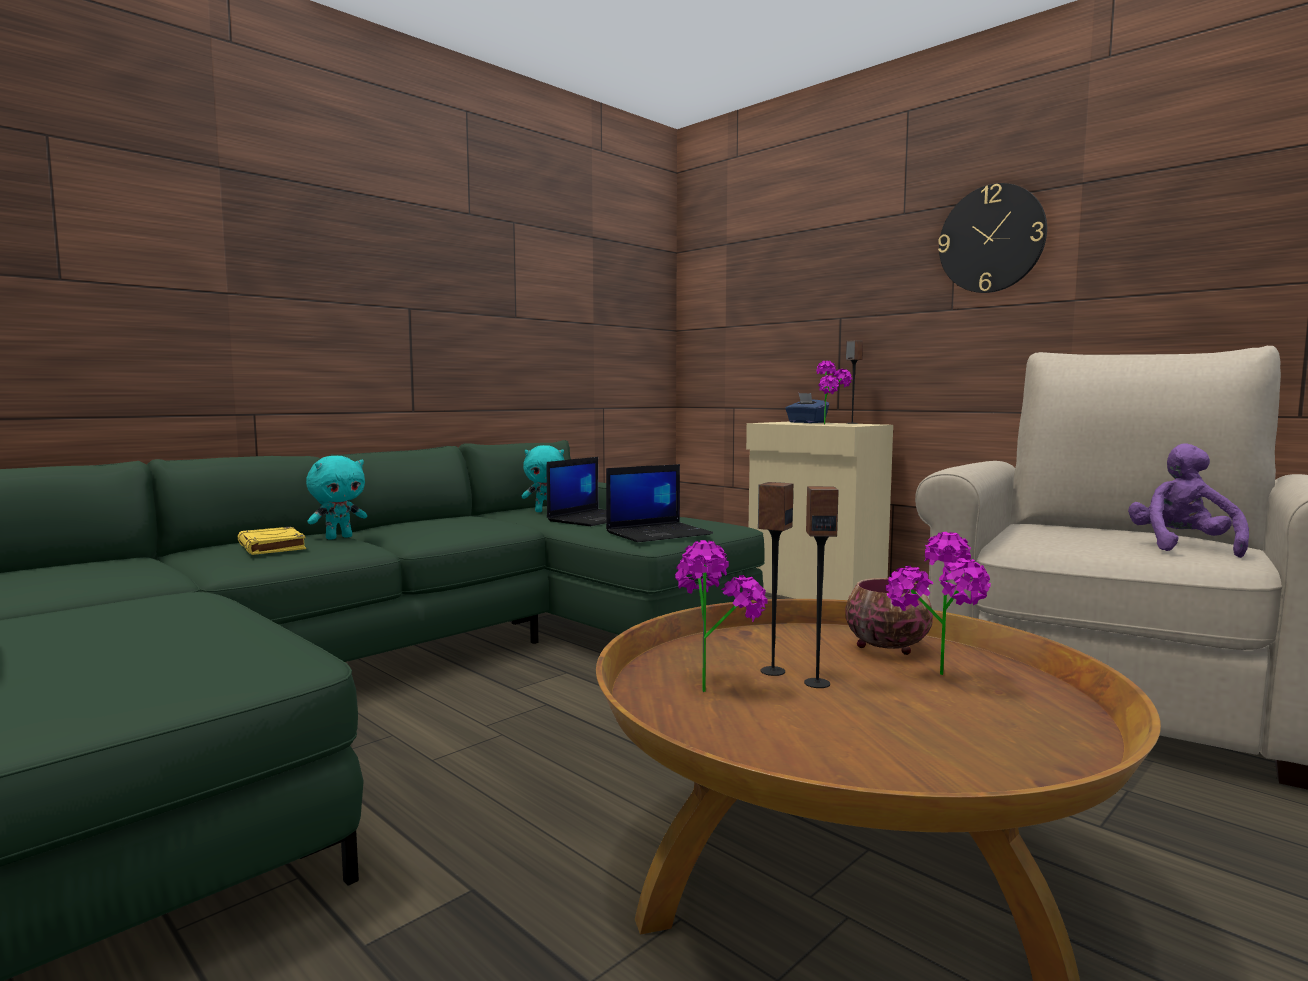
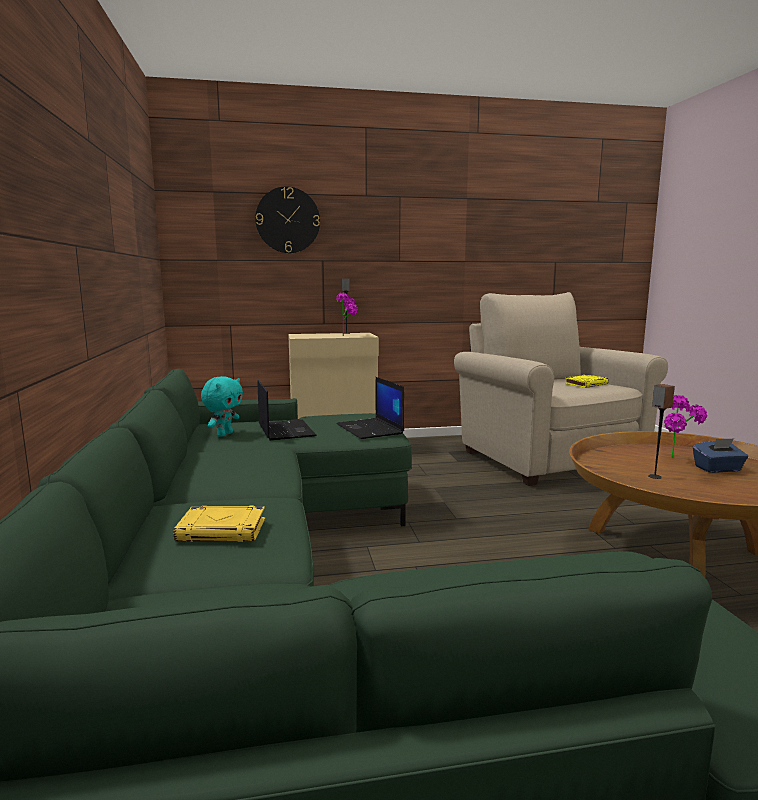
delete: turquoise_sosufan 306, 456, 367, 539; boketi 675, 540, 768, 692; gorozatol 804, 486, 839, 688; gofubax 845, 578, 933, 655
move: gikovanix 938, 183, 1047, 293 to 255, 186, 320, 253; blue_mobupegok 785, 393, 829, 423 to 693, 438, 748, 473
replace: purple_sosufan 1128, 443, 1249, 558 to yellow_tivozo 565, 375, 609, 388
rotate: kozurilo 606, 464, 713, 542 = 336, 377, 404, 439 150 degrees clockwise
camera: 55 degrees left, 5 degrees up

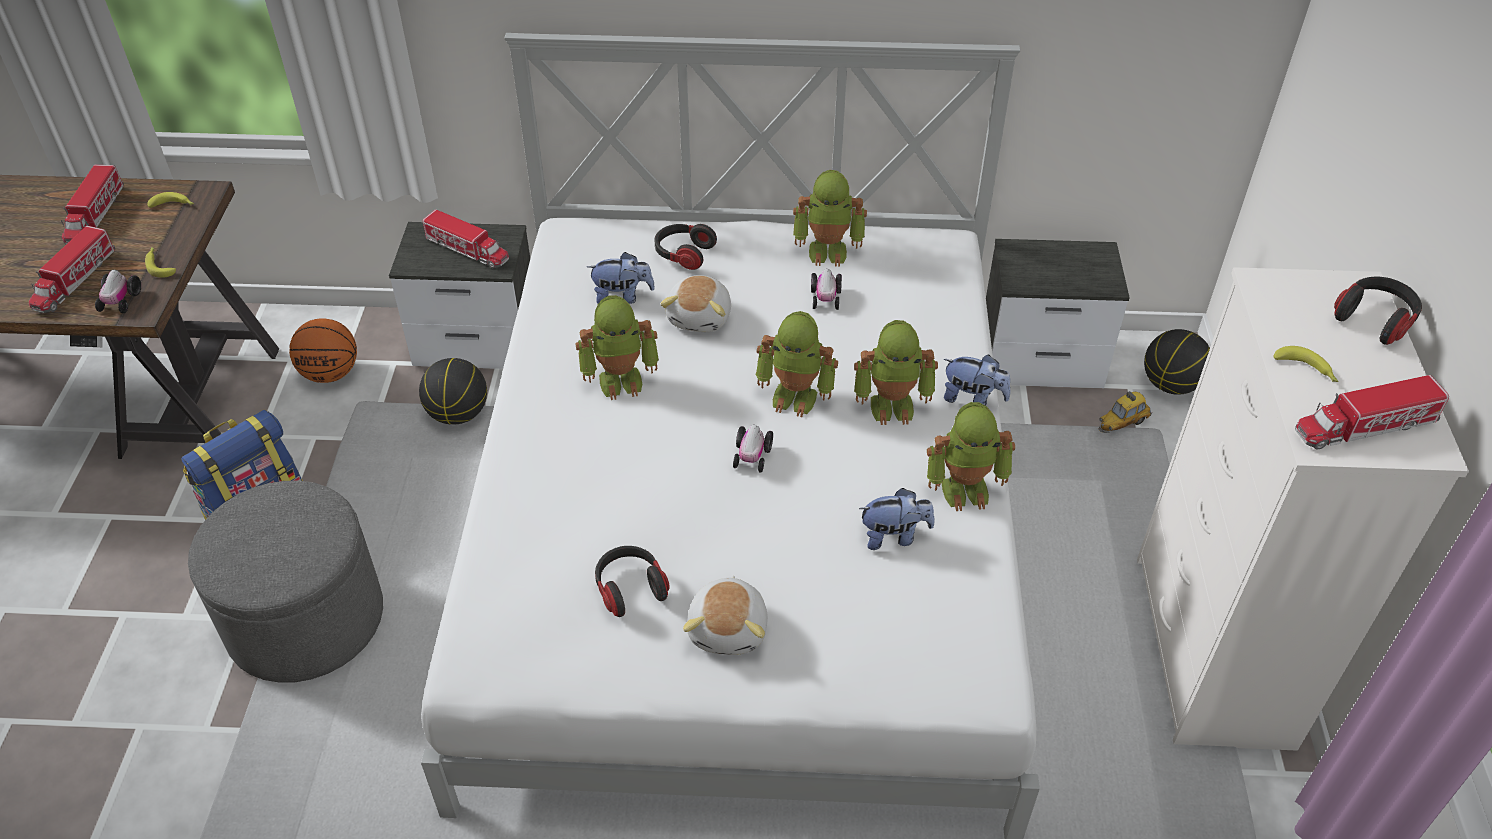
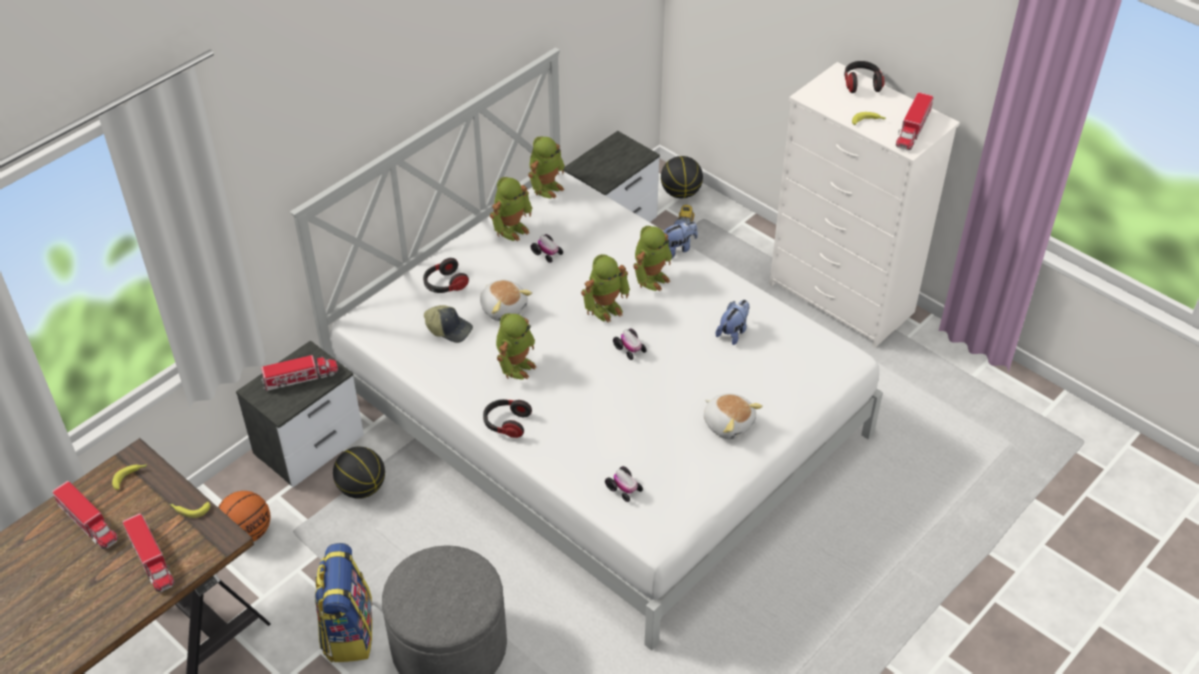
move: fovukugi 595, 546, 670, 617 to 483, 399, 532, 438; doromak 927, 402, 1015, 511 to 528, 137, 565, 199; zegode 95, 270, 141, 313 to 605, 466, 643, 502
replace: sosufan 587, 252, 655, 304 to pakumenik 424, 305, 473, 343
camera: 50 degrees left, 0 degrees up

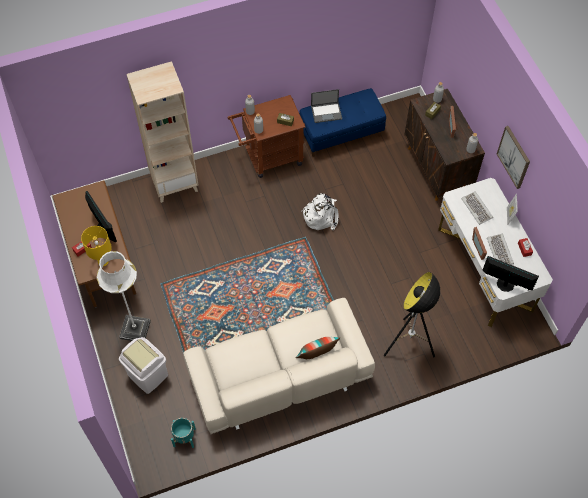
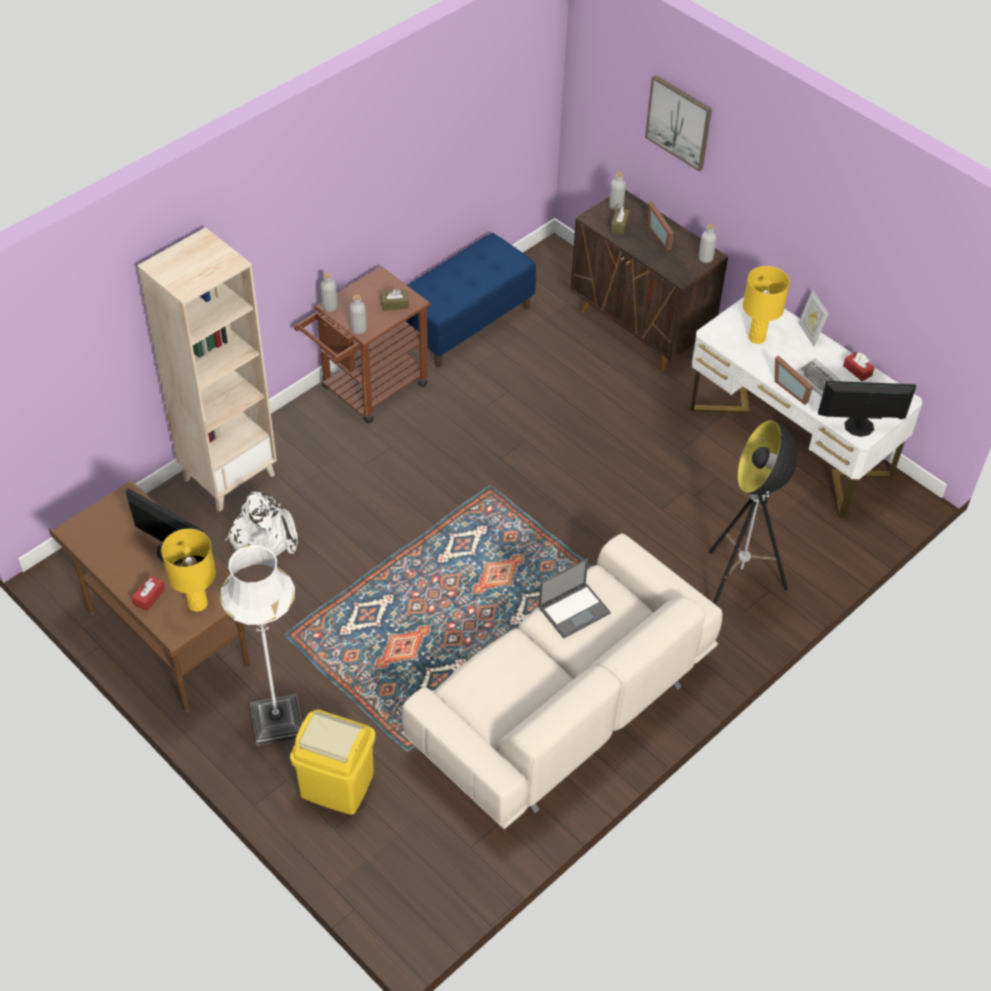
delete: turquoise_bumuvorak 171, 418, 196, 448; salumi 295, 337, 340, 359
move: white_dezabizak 301, 193, 339, 230 to 225, 491, 298, 556; kozurilo 311, 89, 342, 123 to 539, 558, 611, 638; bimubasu 497, 126, 530, 189 to 645, 75, 712, 171
replace: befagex 461, 191, 493, 225 to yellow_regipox 743, 266, 790, 344
recolor: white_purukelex 119, 337, 168, 394 to yellow_purukelex 290, 709, 376, 815
camera: 25 degrees left, 10 degrees down

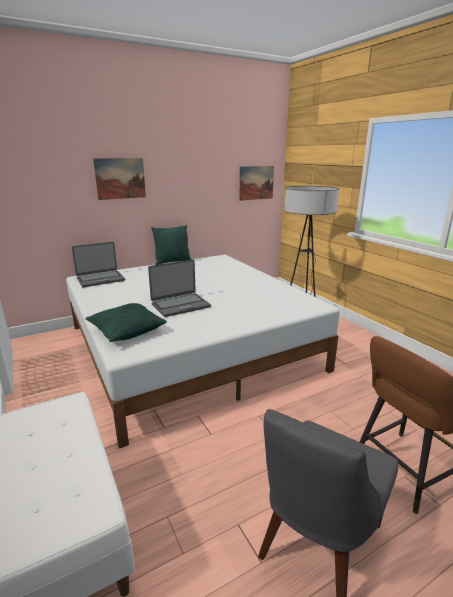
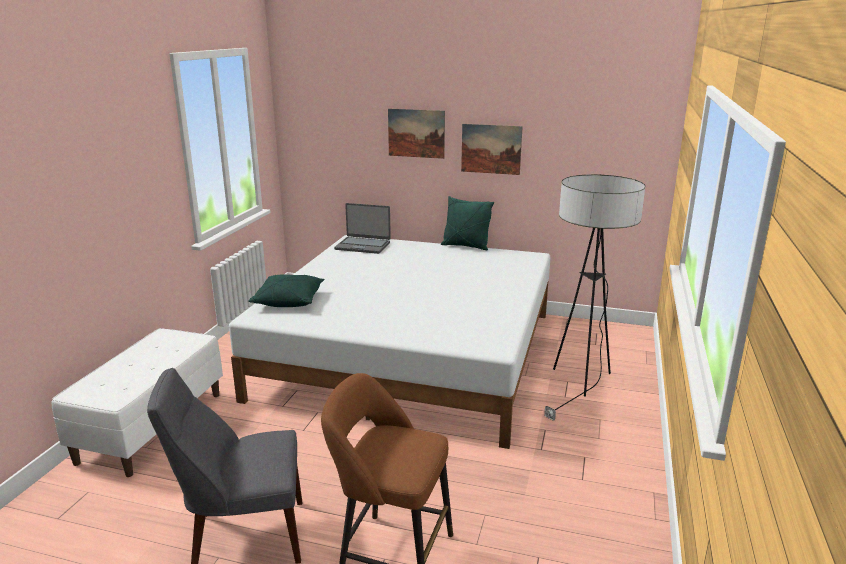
delete: kozurilo 148, 259, 211, 317
move: bimubasu 239, 166, 274, 201 to 461, 124, 523, 175
camera: 45 degrees right, 0 degrees up

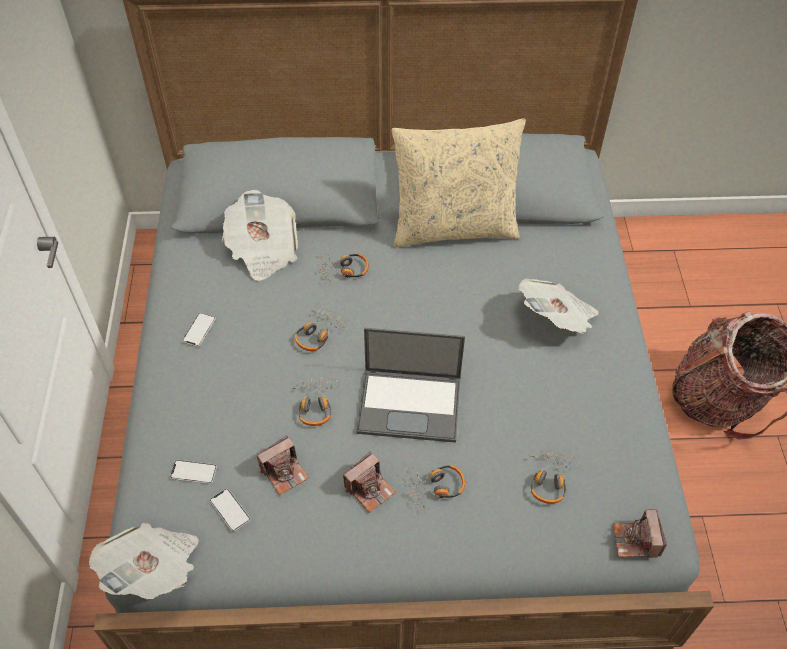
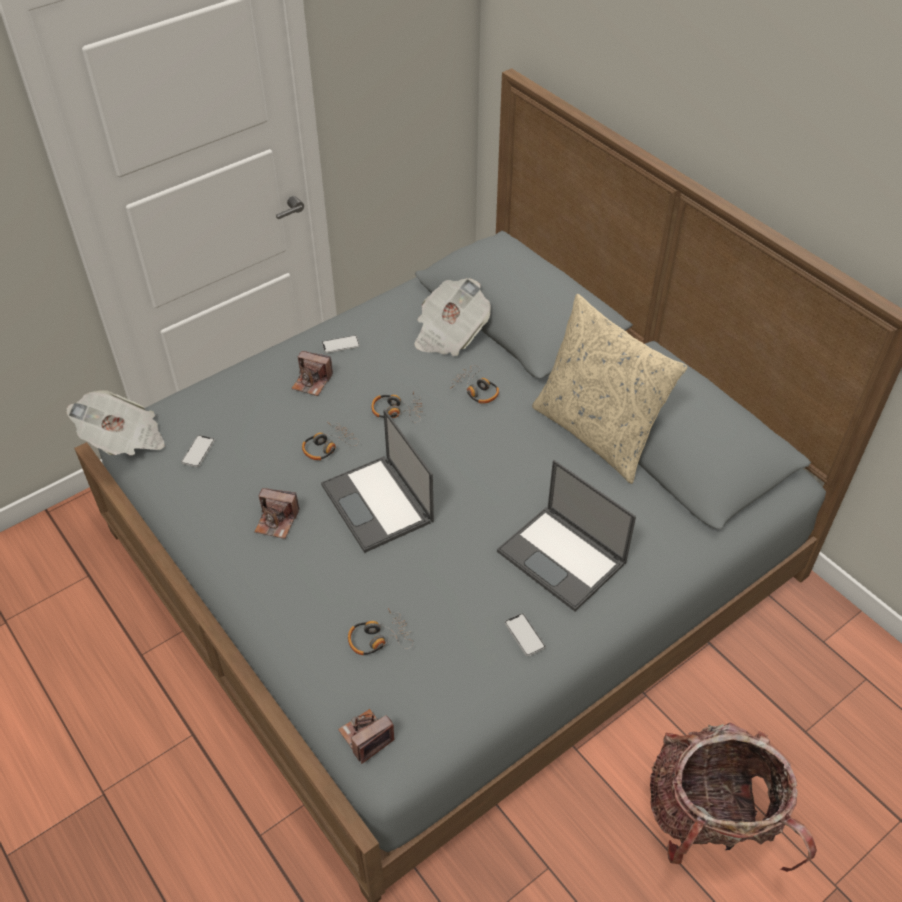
delete: fovukugi 404, 465, 465, 509
move: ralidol 257, 435, 309, 495 to 291, 351, 333, 396; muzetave 170, 460, 217, 484 to 505, 613, 545, 656
replace: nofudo 519, 278, 599, 334 to kozurilo 497, 460, 636, 612
camera: 55 degrees right, 5 degrees down

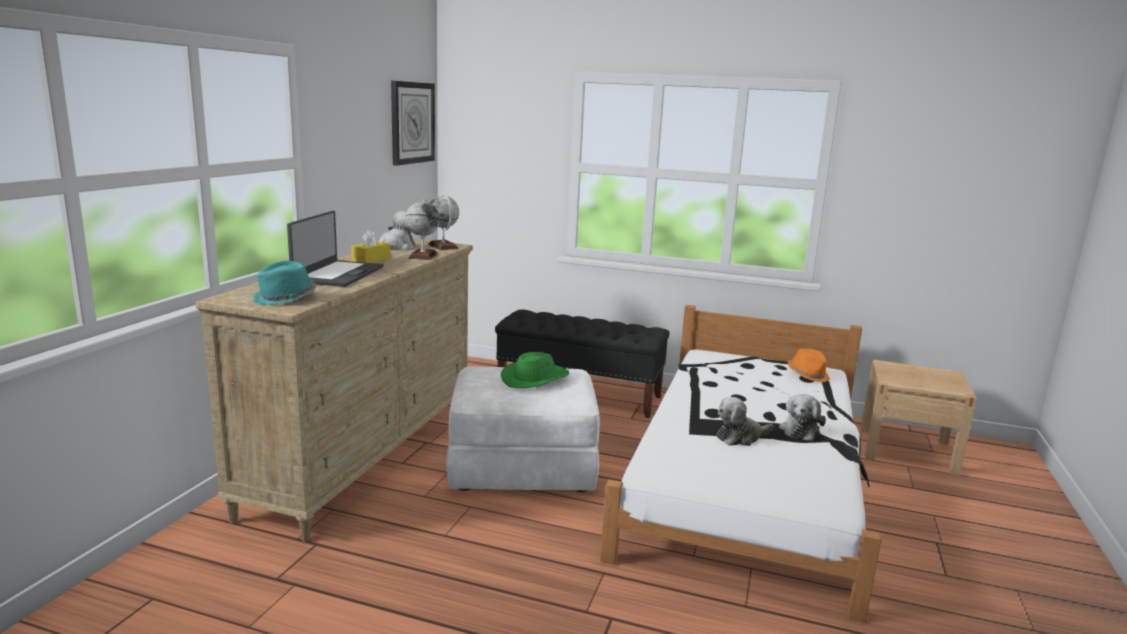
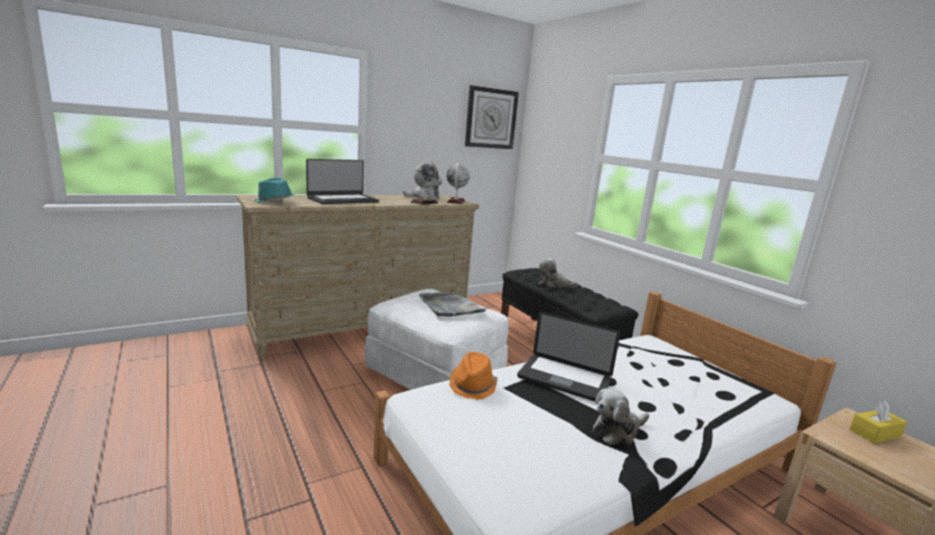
insert: kozurilo 517, 312, 620, 402
move: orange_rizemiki 788, 348, 830, 382 to 449, 352, 498, 400; sosufan 717, 397, 773, 446 to 539, 258, 578, 288; yellow_mobupegok 351, 229, 391, 263 to 850, 401, 907, 444
replace: green_rizemiki 501, 352, 569, 388 to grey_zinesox 419, 292, 487, 317
camera: 40 degrees right, 0 degrees up

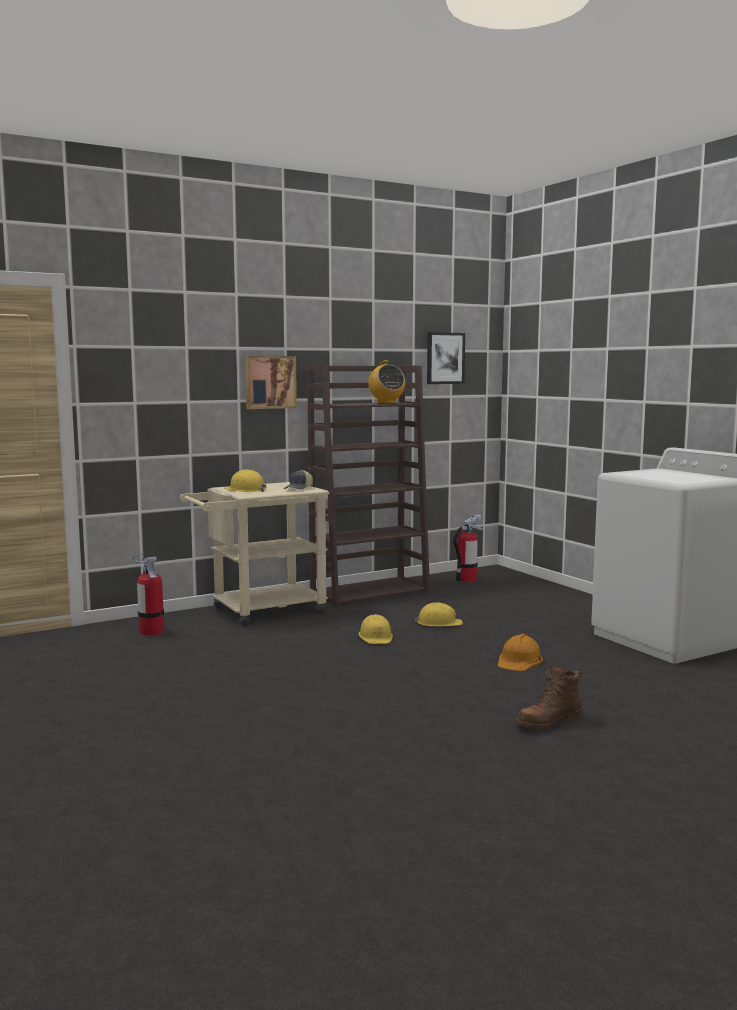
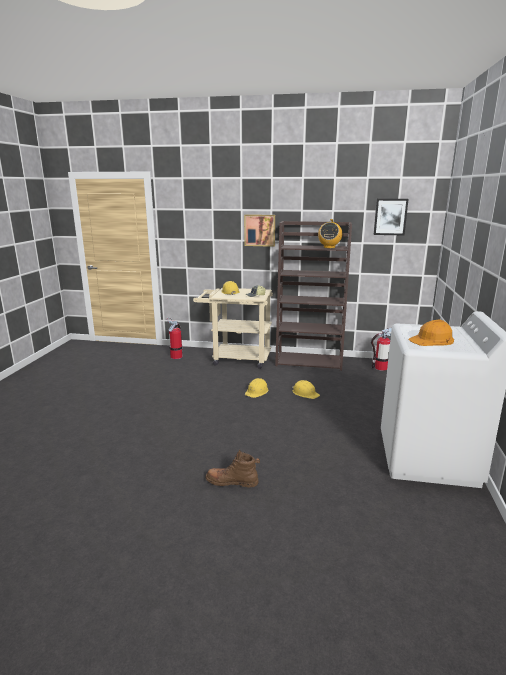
move: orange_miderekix 498, 634, 543, 671 to 409, 319, 454, 346
camera: 40 degrees right, 10 degrees up

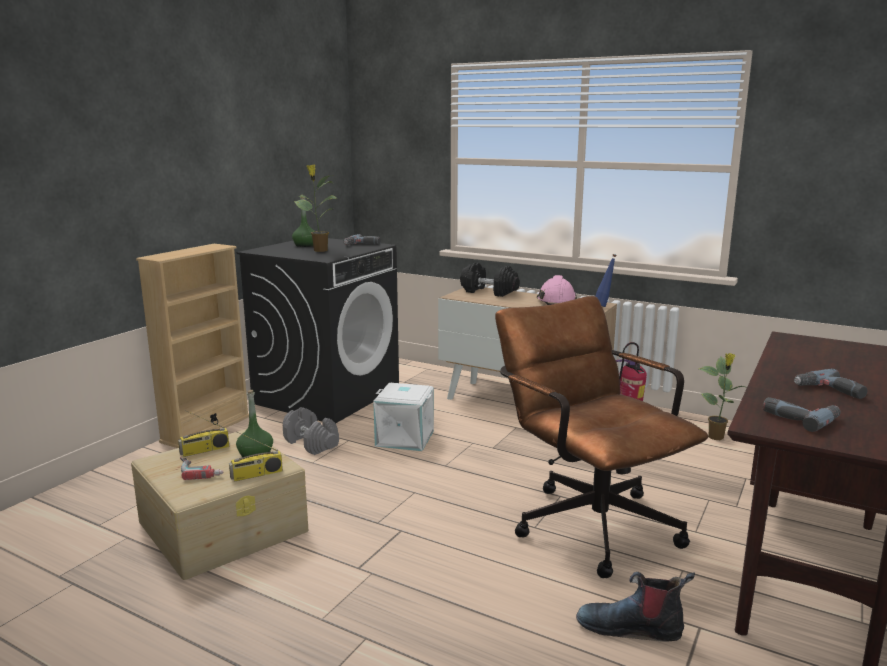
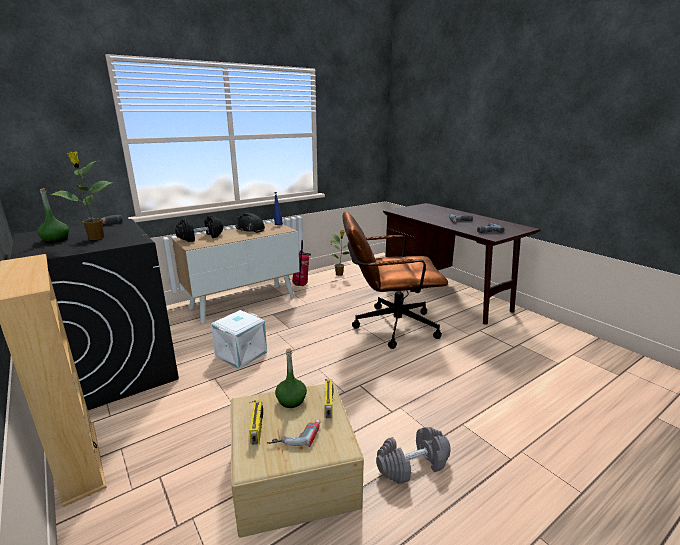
delete: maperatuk 576, 572, 695, 642
move: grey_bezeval 283, 407, 339, 455 to 376, 427, 451, 484
recolor: pink_miderekix 537, 275, 577, 305 to black_miderekix 235, 213, 265, 233
camera: 65 degrees left, 5 degrees up

